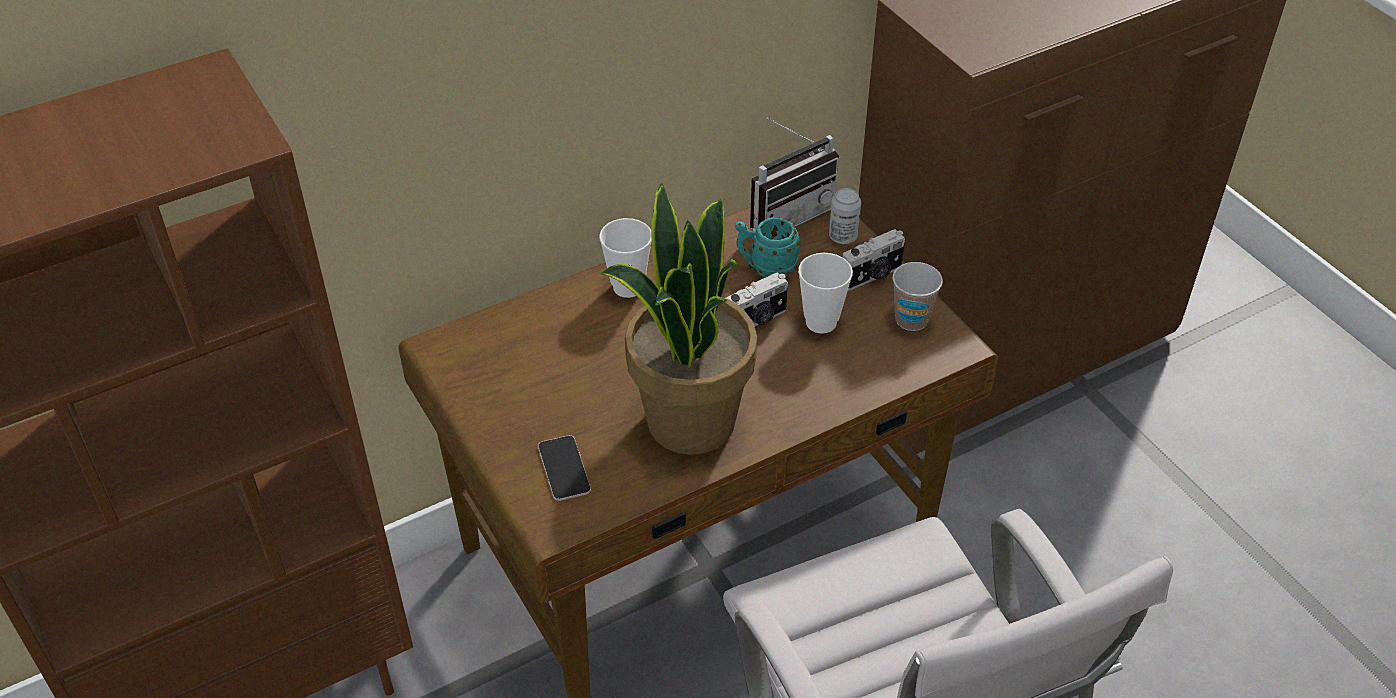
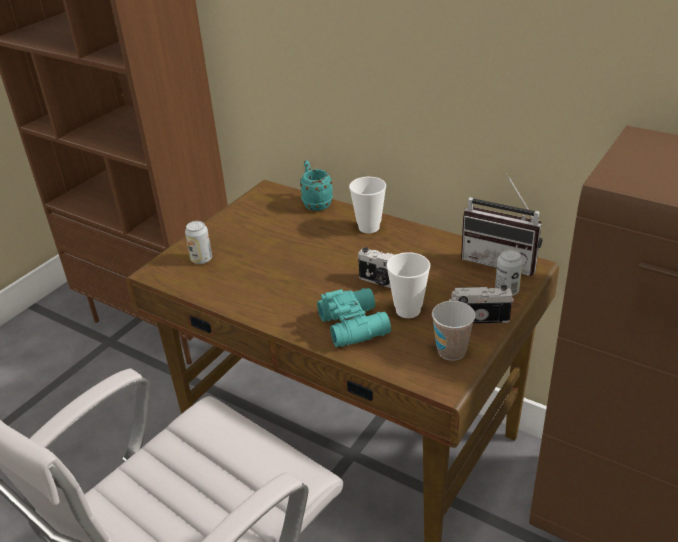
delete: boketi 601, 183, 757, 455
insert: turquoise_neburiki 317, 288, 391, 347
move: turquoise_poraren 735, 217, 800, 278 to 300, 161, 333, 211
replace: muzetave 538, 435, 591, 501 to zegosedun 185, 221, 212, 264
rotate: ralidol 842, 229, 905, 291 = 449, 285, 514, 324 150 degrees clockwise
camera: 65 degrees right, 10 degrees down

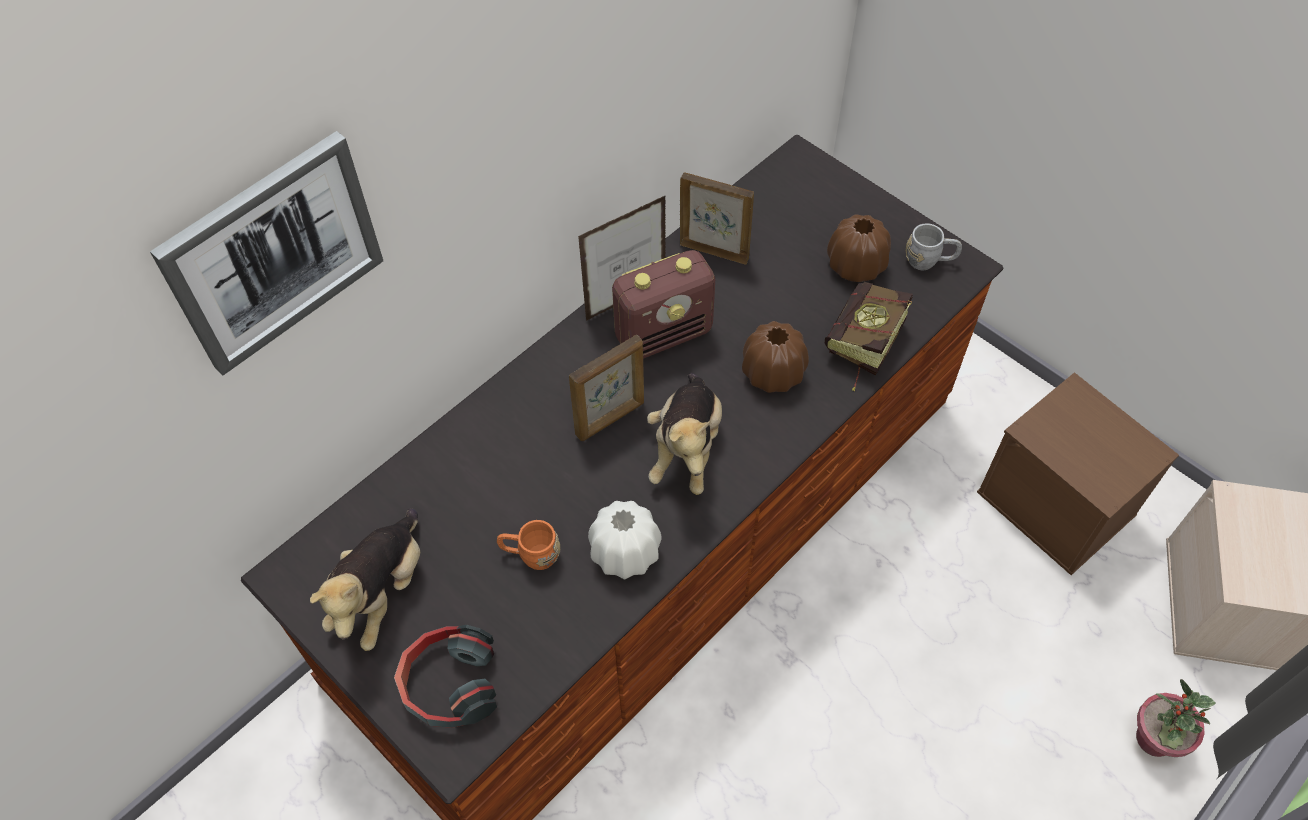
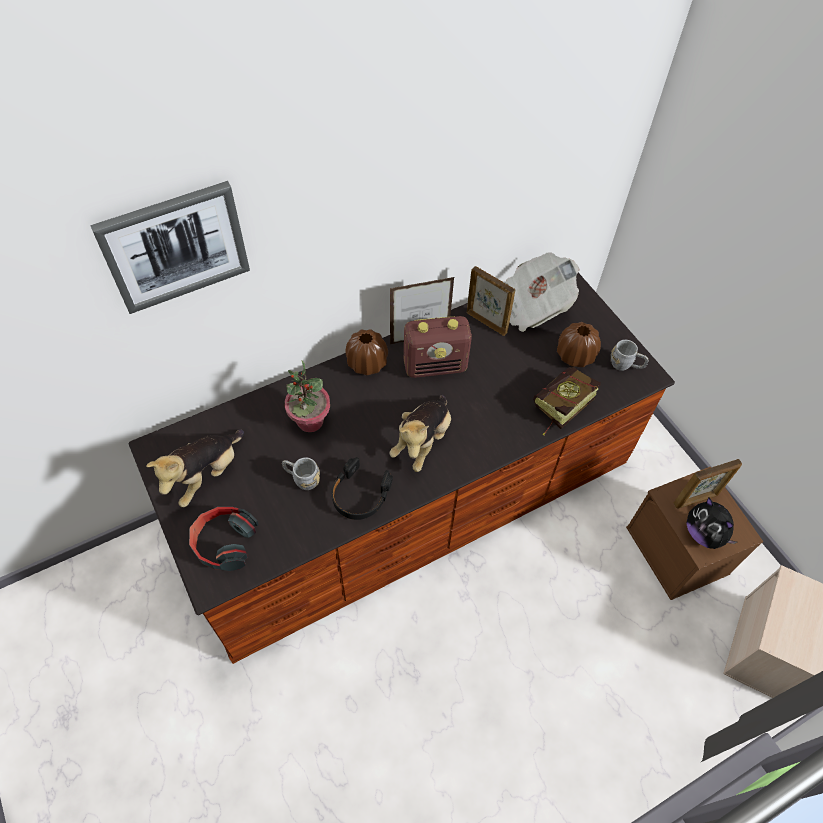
insert: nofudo 506, 252, 580, 332; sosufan 686, 497, 737, 549
move: boketi 1136, 679, 1215, 757 to 285, 360, 330, 432; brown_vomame 742, 321, 809, 393 to 345, 329, 388, 375; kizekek 569, 335, 644, 441 to 674, 459, 742, 509
replace: white_vomame 588, 501, 661, 579 to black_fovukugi 332, 457, 393, 520
recolor: orange_poraren 497, 520, 560, 570 to grey_poraren 282, 457, 320, 490
camera: 15 degrees right, 0 degrees up

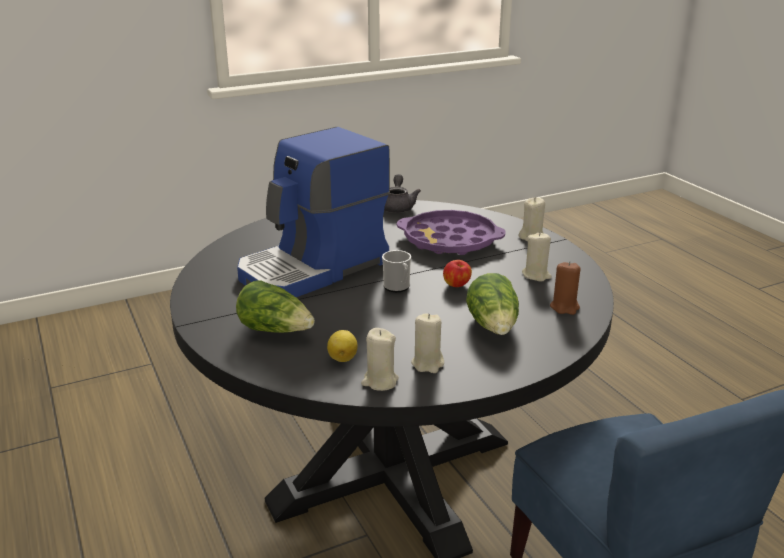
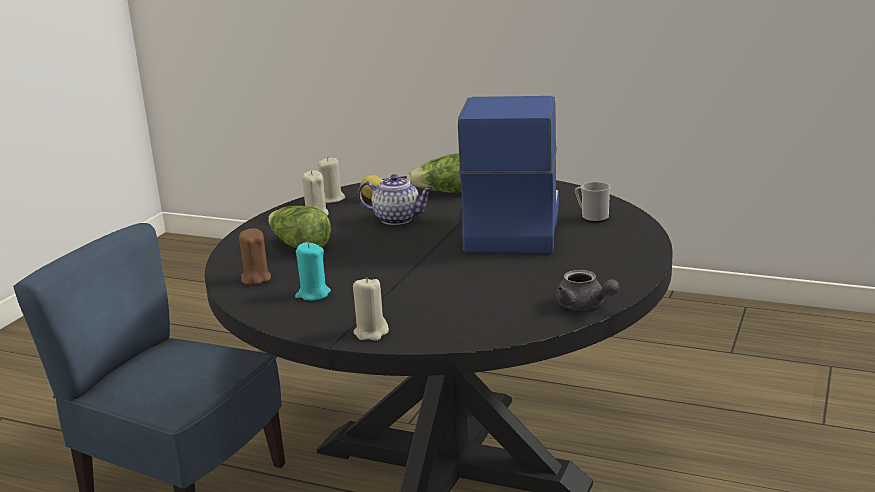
delete: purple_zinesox 397, 210, 505, 255; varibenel 443, 260, 472, 287
insert: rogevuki 358, 174, 433, 225
move: poraren 382, 250, 411, 292 to 575, 182, 610, 223
recolor: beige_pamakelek 522, 232, 552, 282 to turquoise_pamakelek 295, 242, 331, 301
camera: 140 degrees right, 5 degrees down

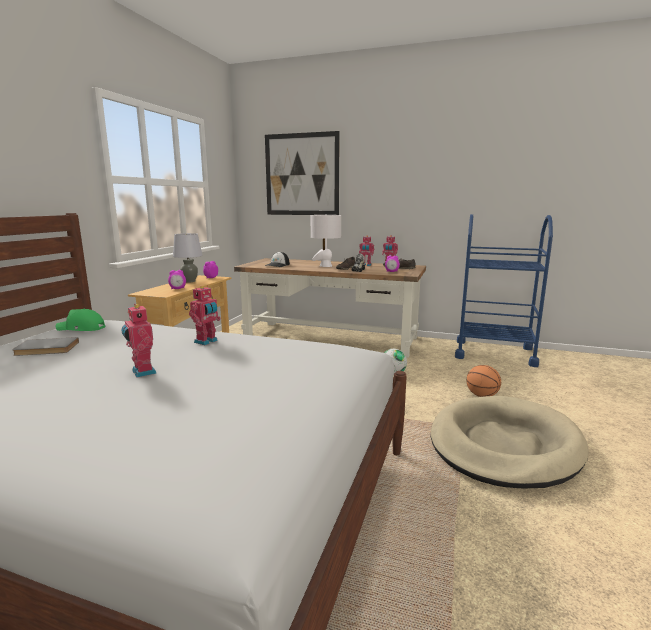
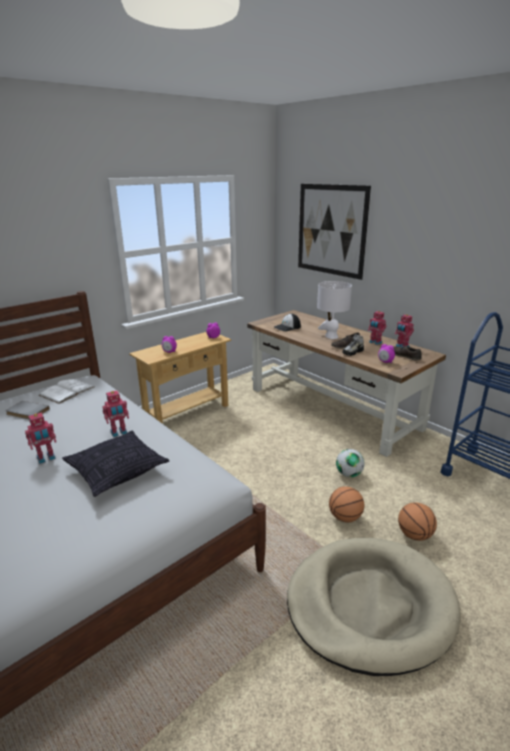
delete: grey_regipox 173, 233, 203, 283
insert: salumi 62, 431, 169, 497; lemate 329, 486, 364, 522
replace: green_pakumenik 56, 309, 106, 331 to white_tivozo 39, 379, 94, 404
rotate: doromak 121, 304, 156, 378 = 25, 413, 56, 464 120 degrees counterclockwise
camera: 30 degrees right, 10 degrees up

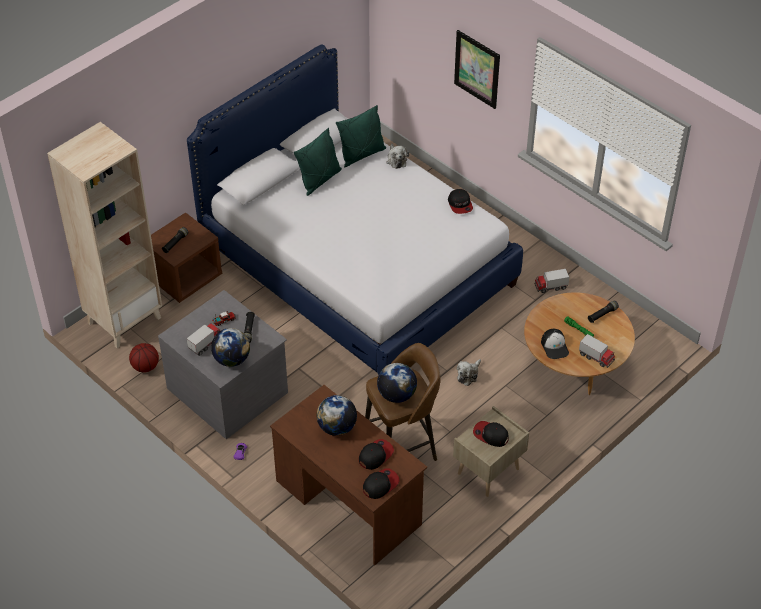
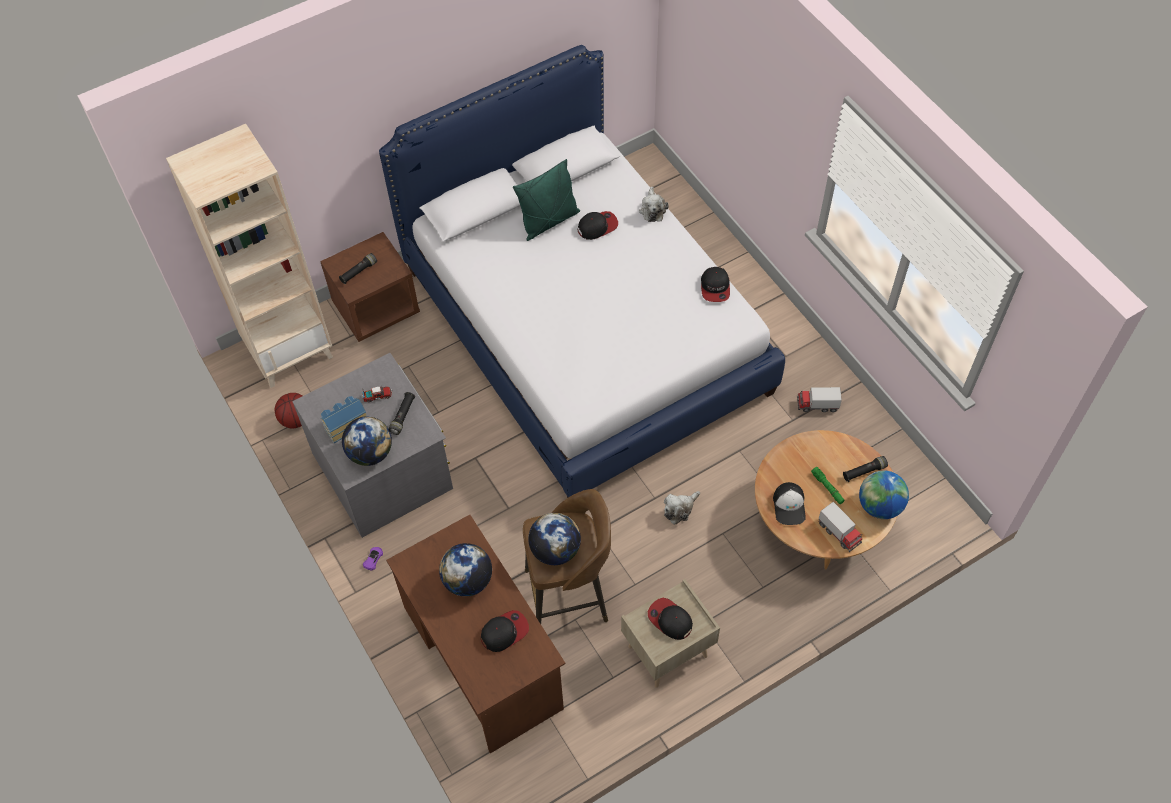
delete: green_salumi 336, 105, 386, 167; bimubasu 454, 30, 500, 109
insert: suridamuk 859, 471, 909, 519
move: pakumenik 363, 469, 400, 499 to 578, 211, 618, 240
replace: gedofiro 186, 323, 221, 356 to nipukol 320, 396, 366, 443
camera: 15 degrees right, 10 degrees up

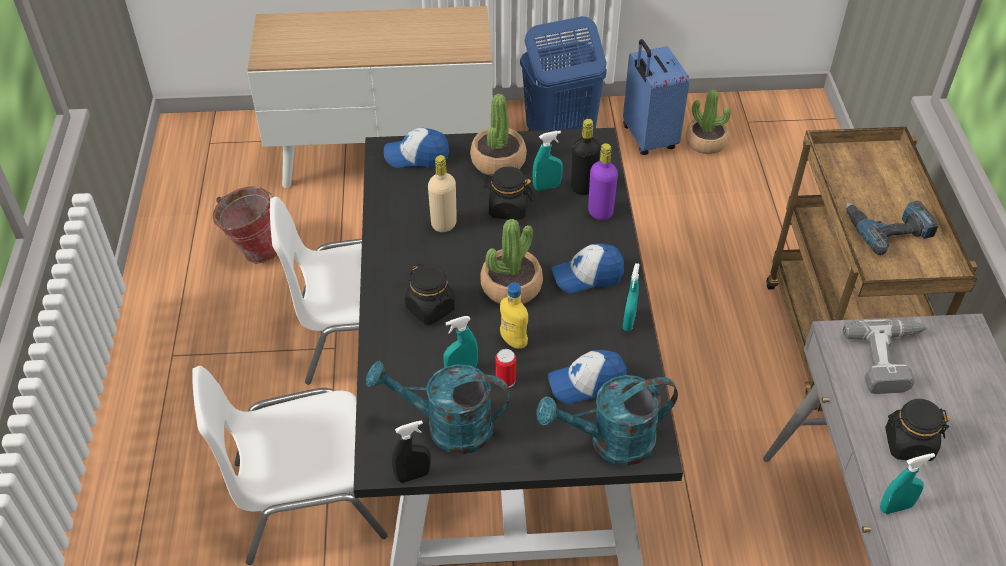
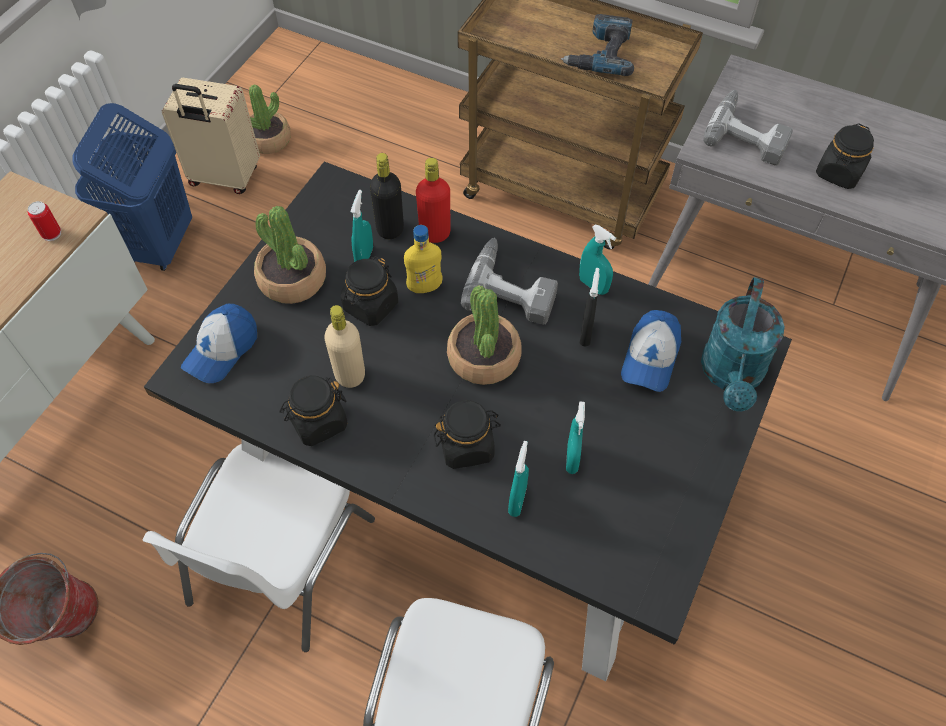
delete: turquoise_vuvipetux 366, 361, 510, 454
insert: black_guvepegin 279, 376, 348, 446
move: zegosedun 495, 349, 516, 388 to 28, 201, 61, 241; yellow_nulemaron 500, 283, 528, 349 to 404, 225, 442, 293; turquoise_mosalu 880, 453, 935, 514 to 508, 441, 529, 517; black_mosalu 392, 420, 431, 483 to 579, 268, 600, 347
replace: pakumenik 552, 244, 624, 293 to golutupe 461, 238, 558, 325
recolor: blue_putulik 623, 39, 690, 155 to beige_putulik 162, 78, 260, 194; purple_nulemaron 588, 143, 618, 220 to red_nulemaron 416, 158, 450, 243
camera: 60 degrees left, 10 degrees up

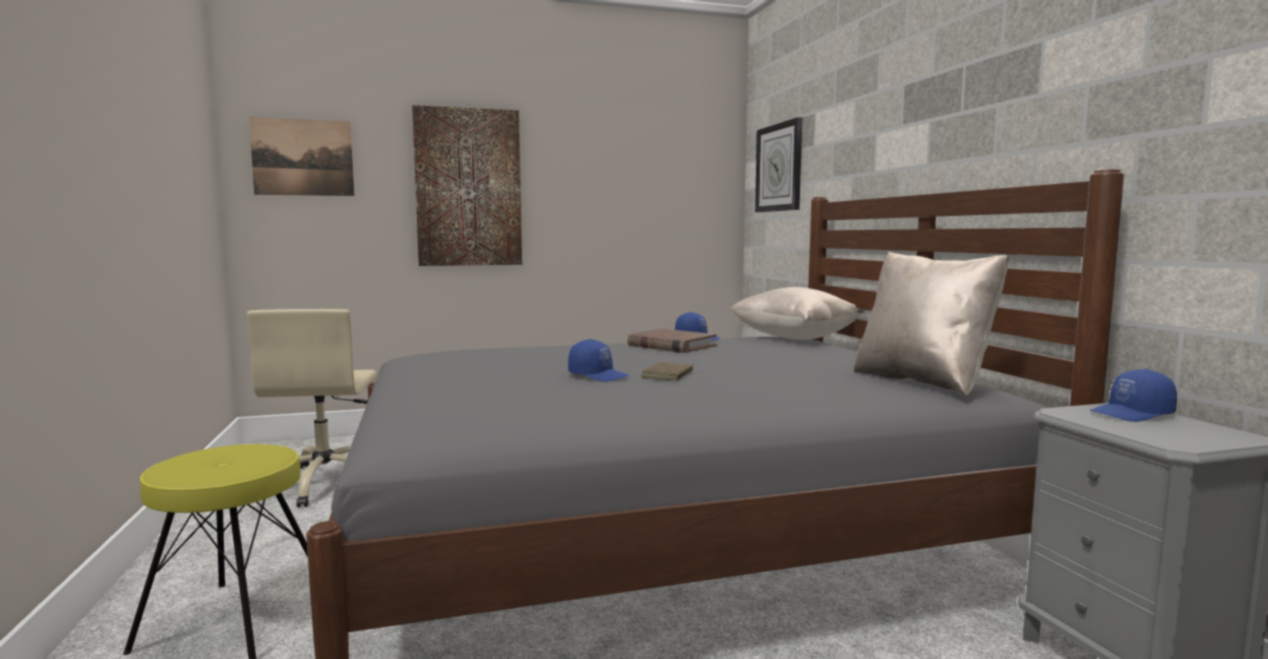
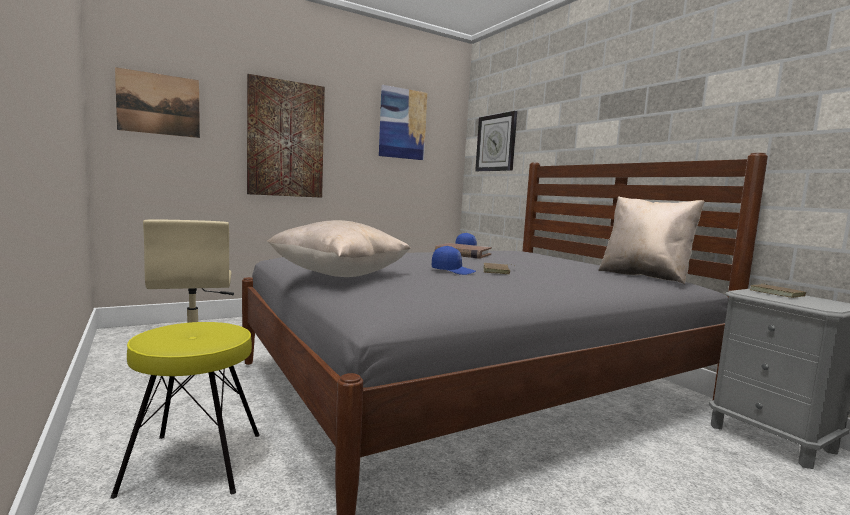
insert: bimubasu 379, 85, 427, 160
move: beige_salumi 730, 287, 864, 340 to 267, 220, 411, 277
replace: blue_pakumenik 1090, 369, 1177, 422 to brown_tivozo 749, 283, 806, 298
camera: 15 degrees left, 0 degrees up

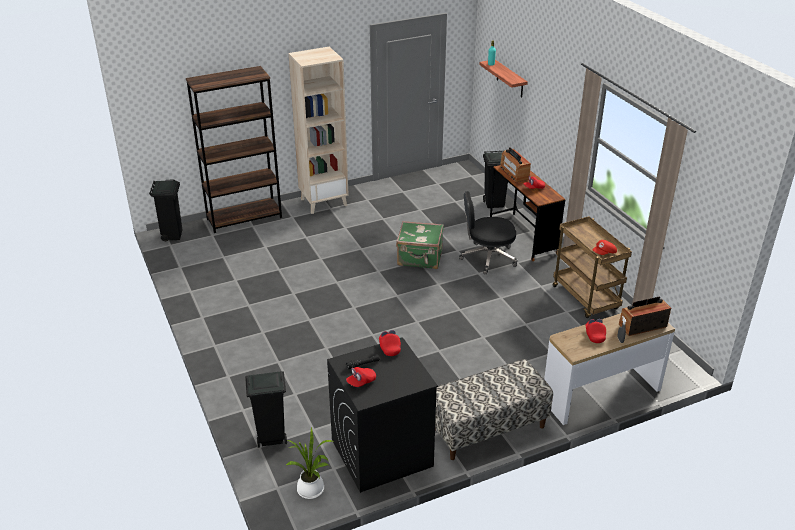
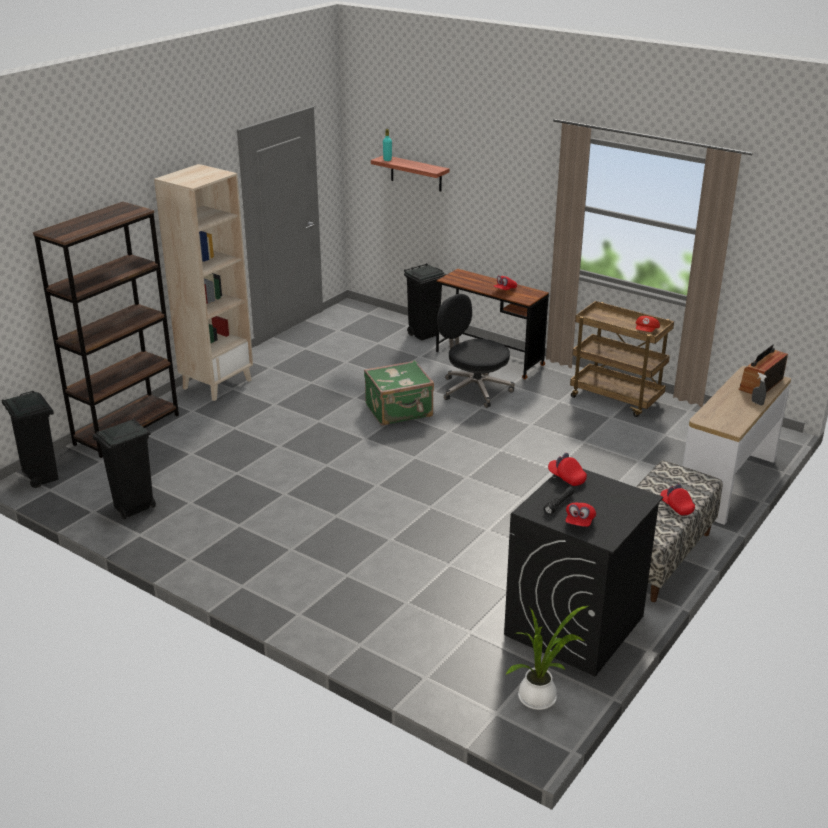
delete: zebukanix 500, 147, 531, 183
move: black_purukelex 245, 371, 287, 448 to 93, 419, 156, 519; red_pakumenik 586, 319, 606, 343 to 660, 484, 695, 515
rotate: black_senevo 459, 191, 518, 274 = 437, 294, 515, 408 75 degrees clockwise
camera: 30 degrees left, 5 degrees down

